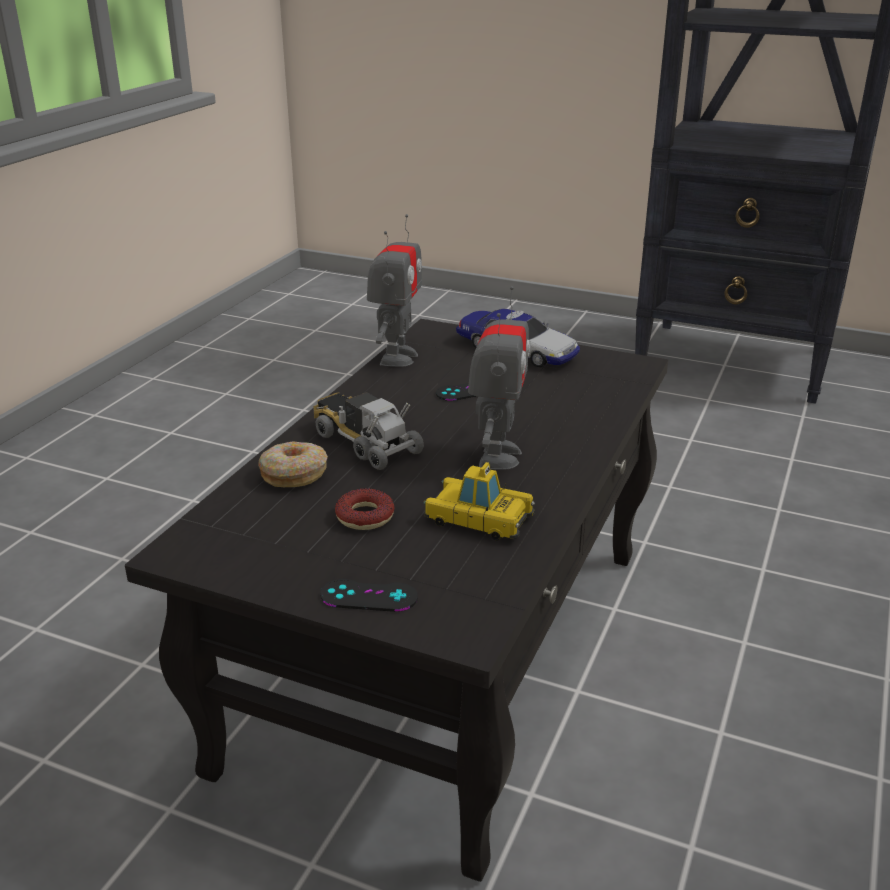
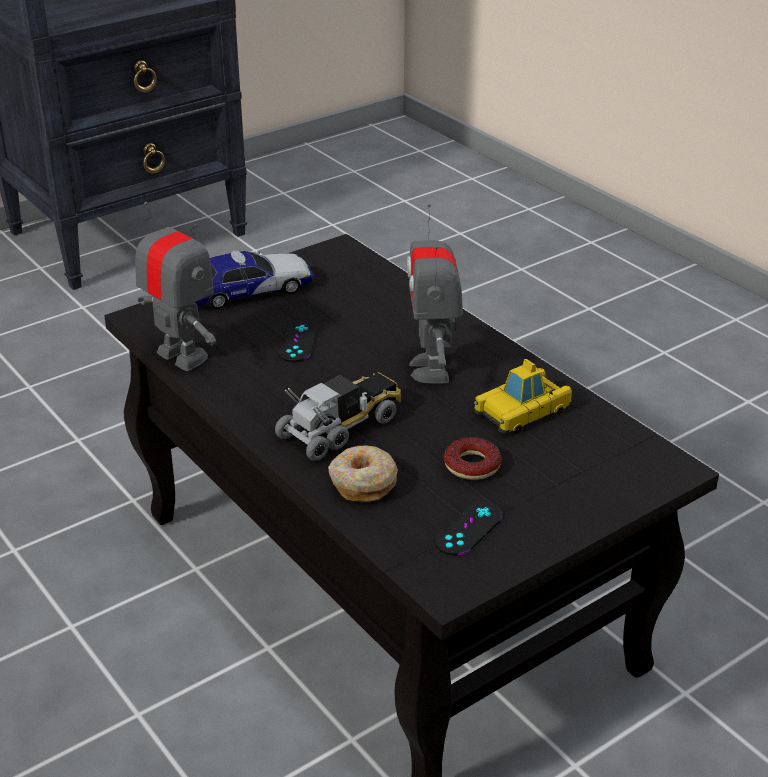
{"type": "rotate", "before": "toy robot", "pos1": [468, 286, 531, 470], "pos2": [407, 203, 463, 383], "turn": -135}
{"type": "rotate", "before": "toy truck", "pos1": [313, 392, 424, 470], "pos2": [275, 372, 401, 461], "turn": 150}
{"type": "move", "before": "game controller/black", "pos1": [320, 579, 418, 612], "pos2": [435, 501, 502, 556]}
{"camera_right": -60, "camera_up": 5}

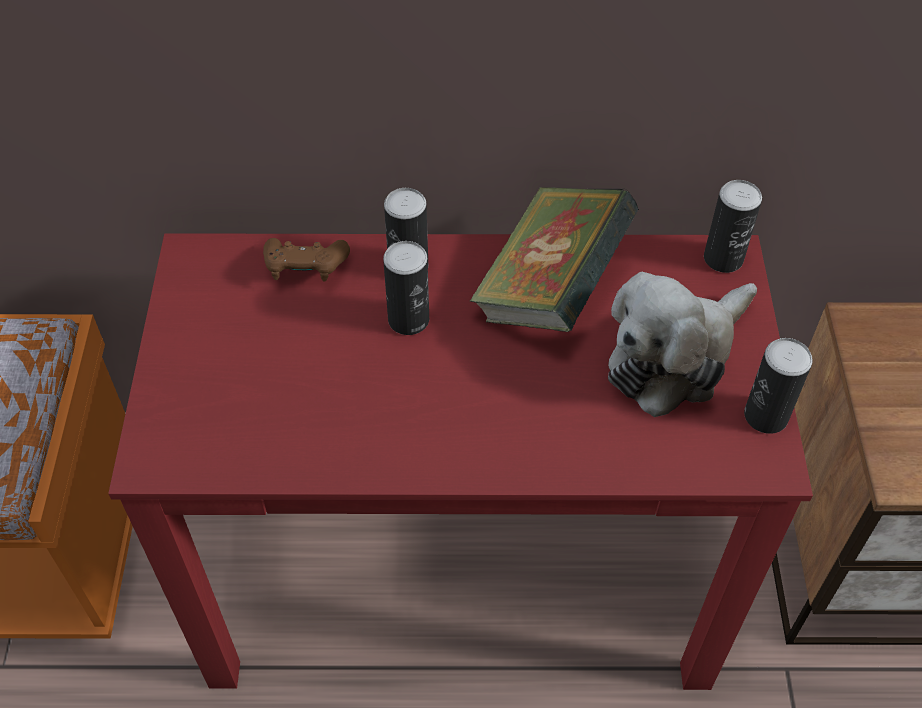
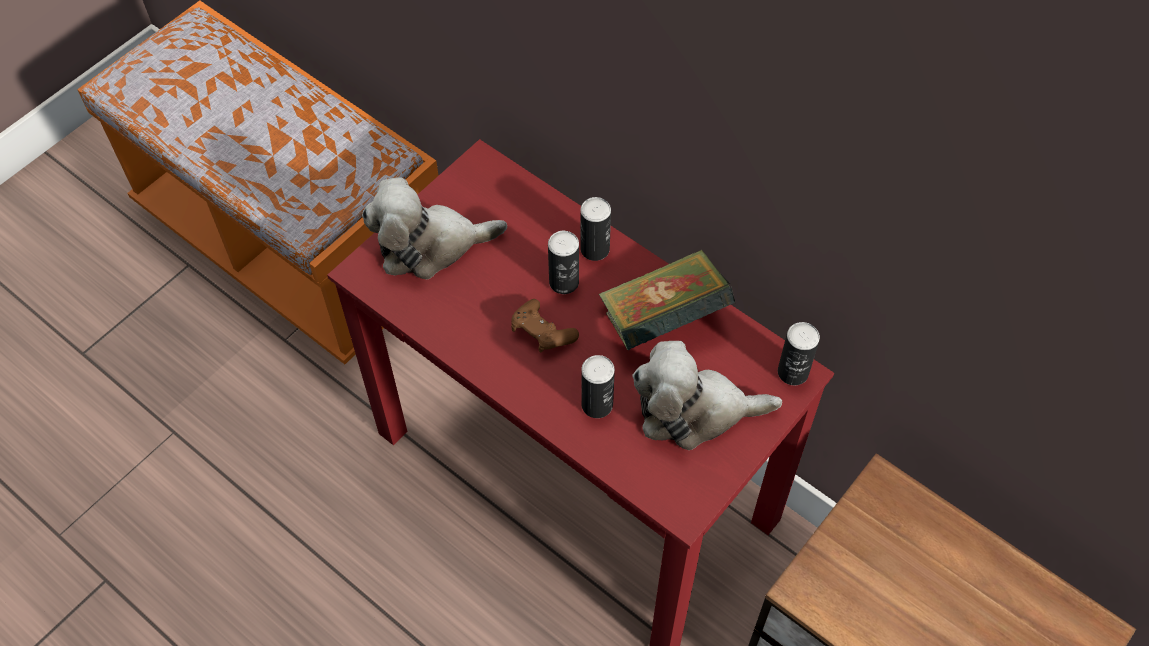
{"type": "move", "before": "game controller/brown", "pos1": [263, 238, 350, 282], "pos2": [511, 299, 579, 353]}
{"type": "move", "before": "can", "pos1": [744, 338, 813, 434], "pos2": [581, 355, 615, 418]}
{"type": "insert", "after": "plush toy", "pos2": [362, 177, 507, 279]}
{"camera_right": 40, "camera_up": 5}

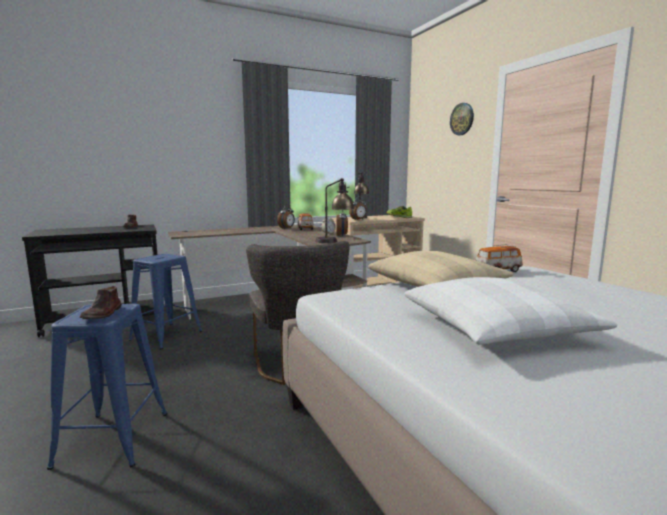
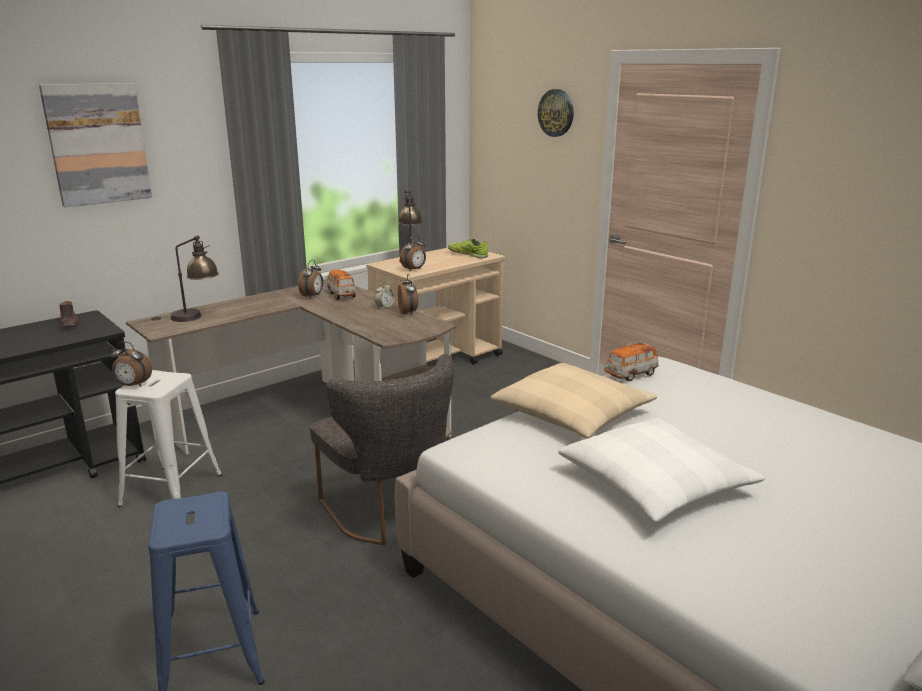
{"type": "move", "before": "table lamp", "pos1": [315, 178, 355, 243], "pos2": [171, 236, 219, 322]}
{"type": "recolor", "before": "stool/blue", "after": "stool/white", "pos1": [128, 254, 202, 350], "pos2": [115, 370, 222, 507]}
{"type": "delete", "before": "shoe/brown", "pos1": [79, 286, 122, 319]}
{"type": "insert", "after": "picture", "pos2": [39, 83, 152, 207]}
{"type": "insert", "after": "alarm clock", "pos2": [111, 341, 152, 387]}
{"camera_right": -15, "camera_up": 10}

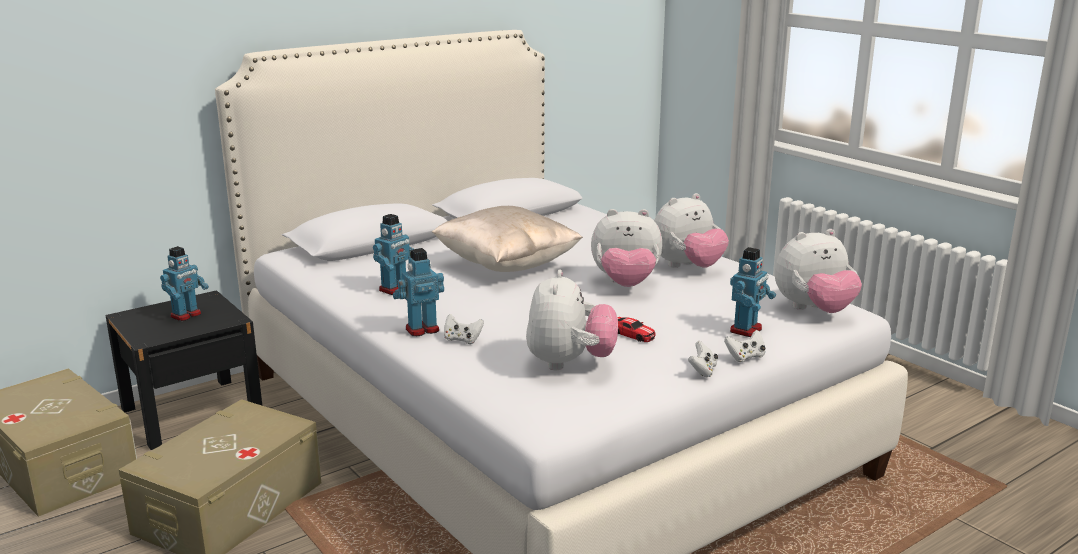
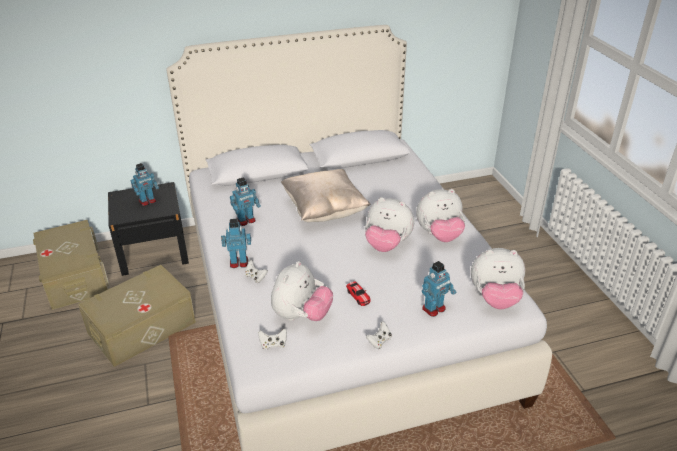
{"type": "move", "before": "game controller/white", "pos1": [724, 330, 766, 362], "pos2": [258, 329, 287, 350]}
{"camera_right": 20, "camera_up": 15}

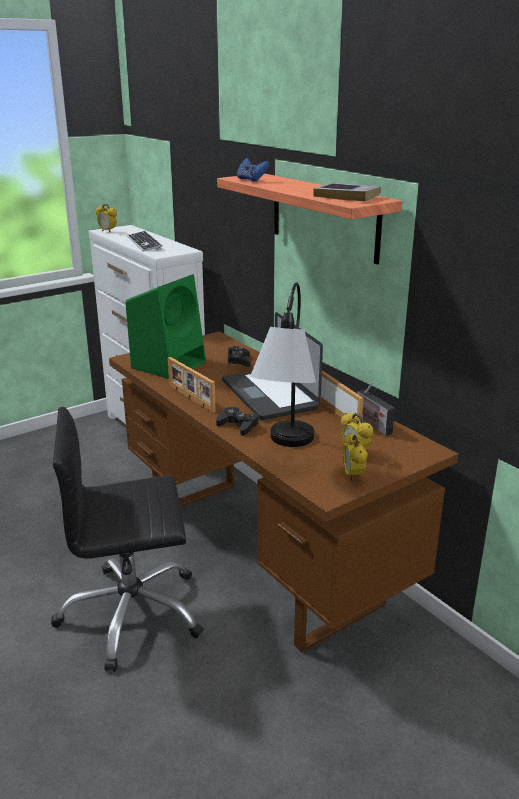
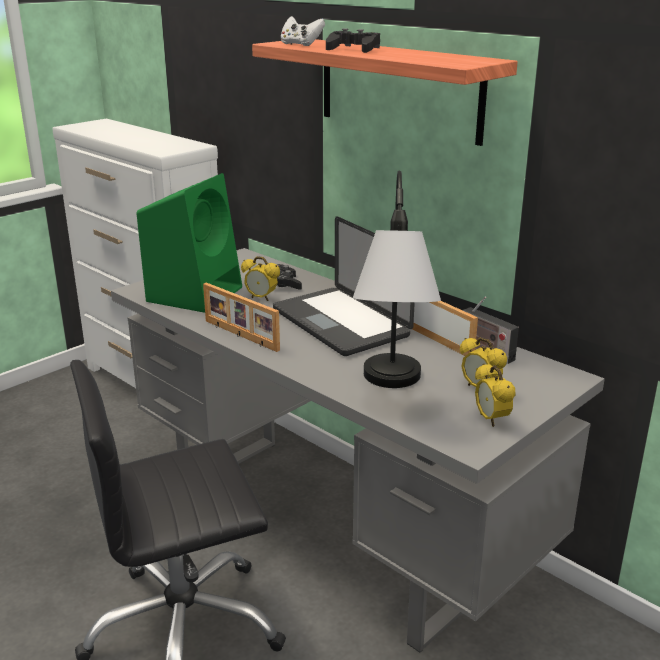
{"type": "recolor", "before": "game controller/blue", "after": "game controller/white", "pos1": [237, 158, 270, 182], "pos2": [281, 16, 325, 46]}
{"type": "delete", "before": "book", "pos1": [314, 182, 381, 201]}
{"type": "move", "before": "alarm clock", "pos1": [95, 204, 117, 233], "pos2": [241, 256, 280, 301]}
{"type": "delete", "before": "keyboard", "pos1": [128, 231, 163, 252]}
{"type": "recolor", "before": "desk/brown", "after": "desk/grey", "pos1": [109, 332, 458, 653], "pos2": [111, 248, 605, 653]}
{"type": "move", "before": "game controller/black", "pos1": [216, 407, 259, 436], "pos2": [326, 28, 380, 53]}
{"camera_right": -10, "camera_up": 0}

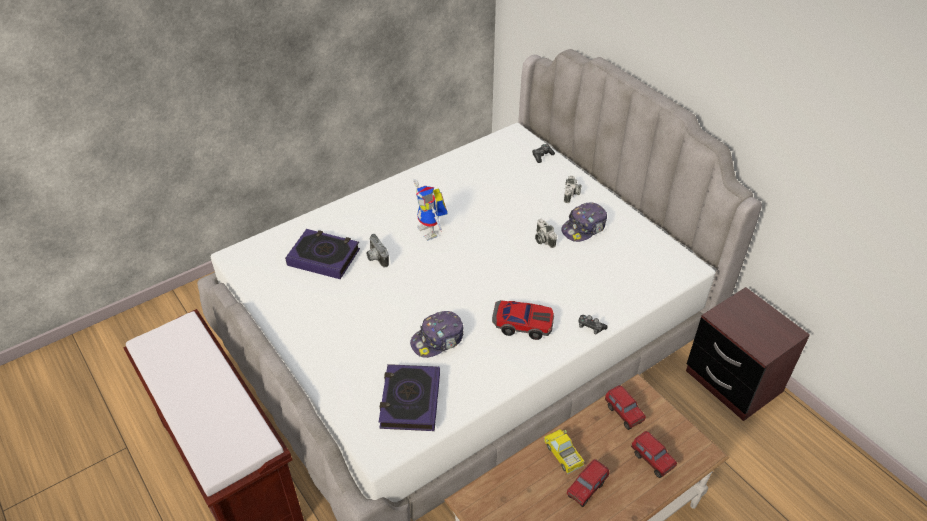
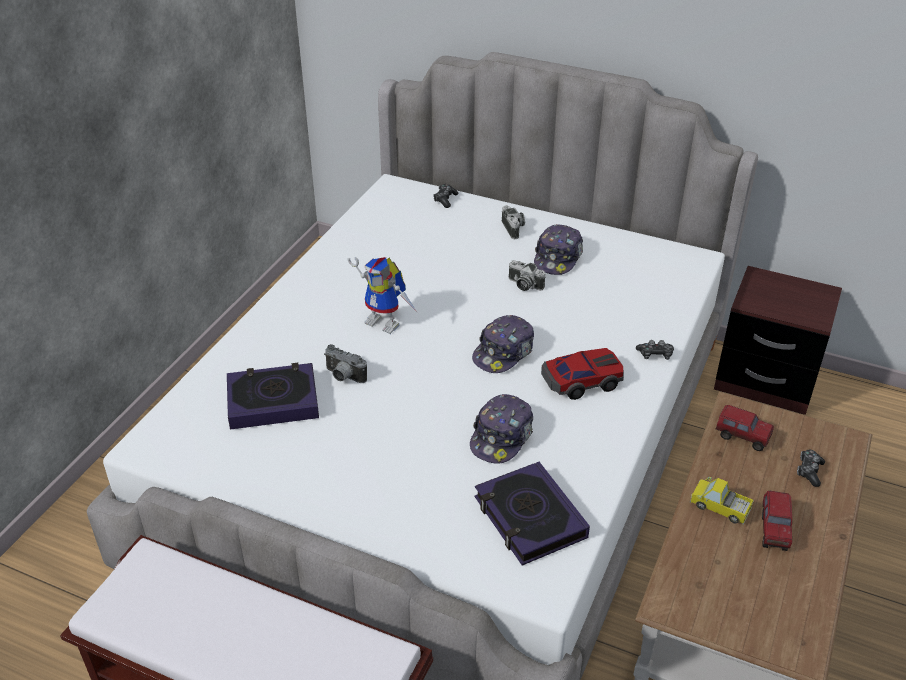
{"type": "replace", "before": "toy truck", "after": "game controller", "pos1": [631, 431, 677, 478], "pos2": [797, 450, 825, 487]}
{"type": "insert", "after": "cap", "pos2": [472, 315, 534, 373]}
{"camera_right": -30, "camera_up": -5}

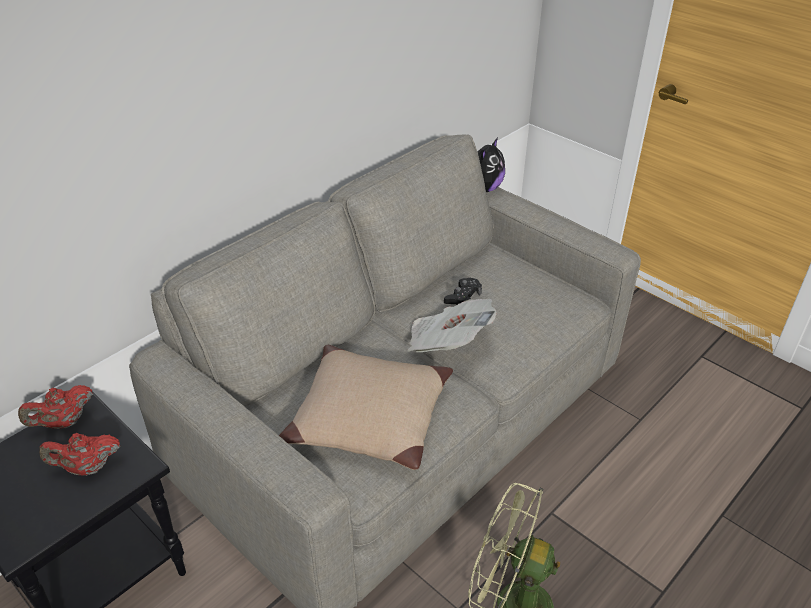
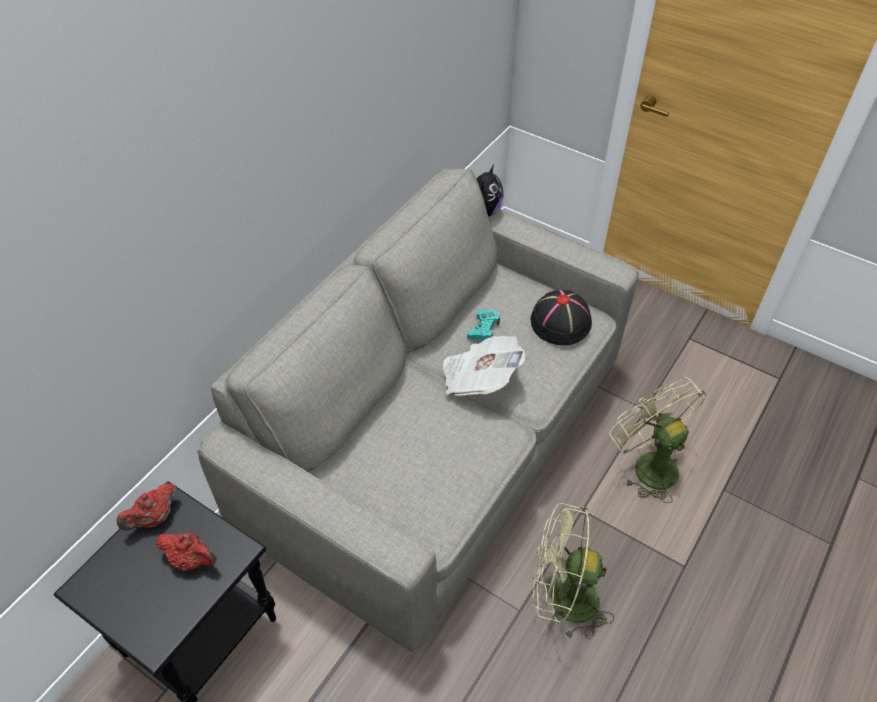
{"type": "recolor", "before": "game controller/black", "after": "game controller/turquoise", "pos1": [444, 278, 482, 305], "pos2": [467, 309, 500, 341]}
{"type": "delete", "before": "pillow/beige", "pos1": [279, 345, 453, 470]}
{"type": "rotate", "before": "teapot/red", "pos1": [39, 433, 120, 476], "pos2": [155, 533, 217, 571], "turn": -135}
{"type": "insert", "after": "hat/black", "pos2": [531, 290, 592, 346]}
{"type": "insert", "after": "fan/green", "pos2": [609, 377, 706, 503]}
{"camera_right": -10, "camera_up": 10}

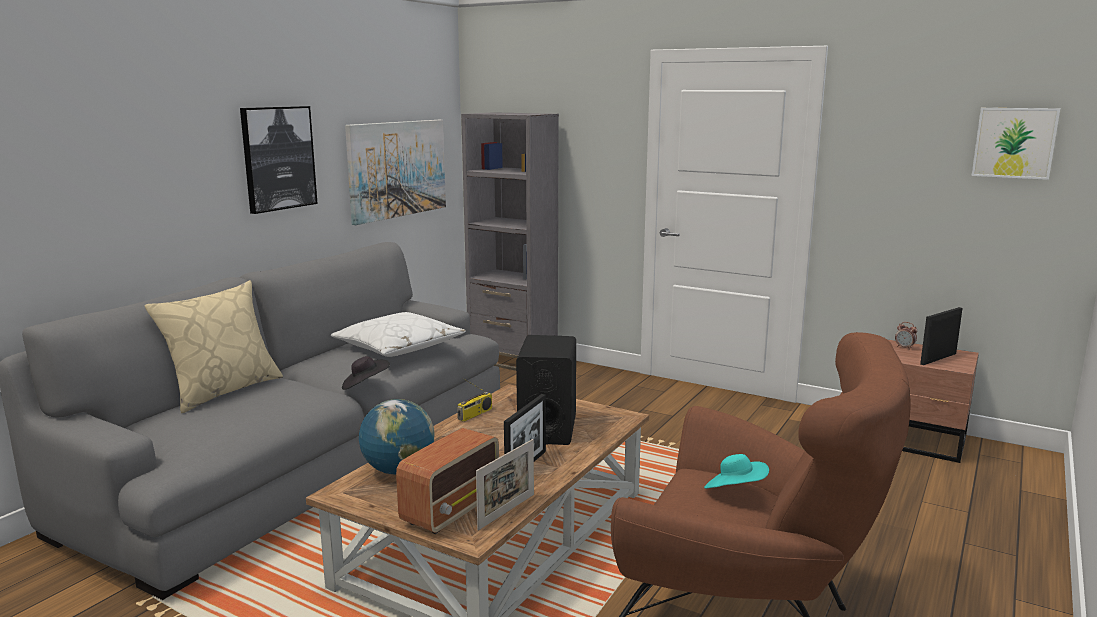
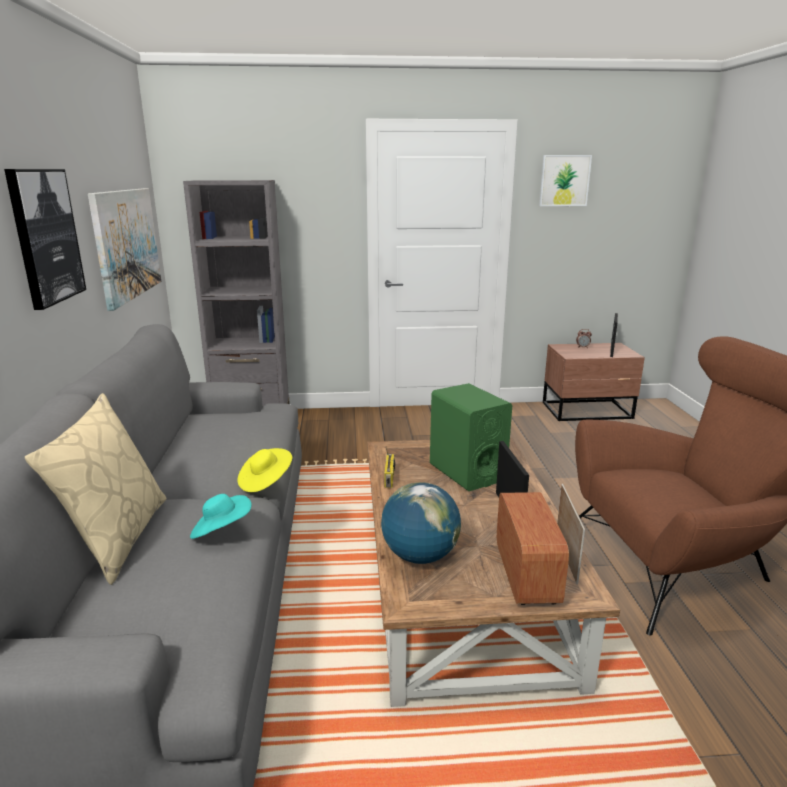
{"type": "move", "before": "picture", "pos1": [972, 108, 1060, 180], "pos2": [539, 155, 592, 206]}
{"type": "delete", "before": "pillow/white", "pos1": [331, 312, 466, 357]}
{"type": "recolor", "before": "speaker/black", "after": "speaker/green", "pos1": [516, 335, 576, 445], "pos2": [430, 383, 512, 491]}
{"type": "recolor", "before": "hat/black", "after": "hat/yellow", "pos1": [342, 356, 390, 390], "pos2": [237, 448, 292, 492]}
{"type": "move", "before": "hat/turquoise", "pos1": [704, 454, 769, 489], "pos2": [190, 494, 252, 539]}
{"camera_right": -35, "camera_up": 5}

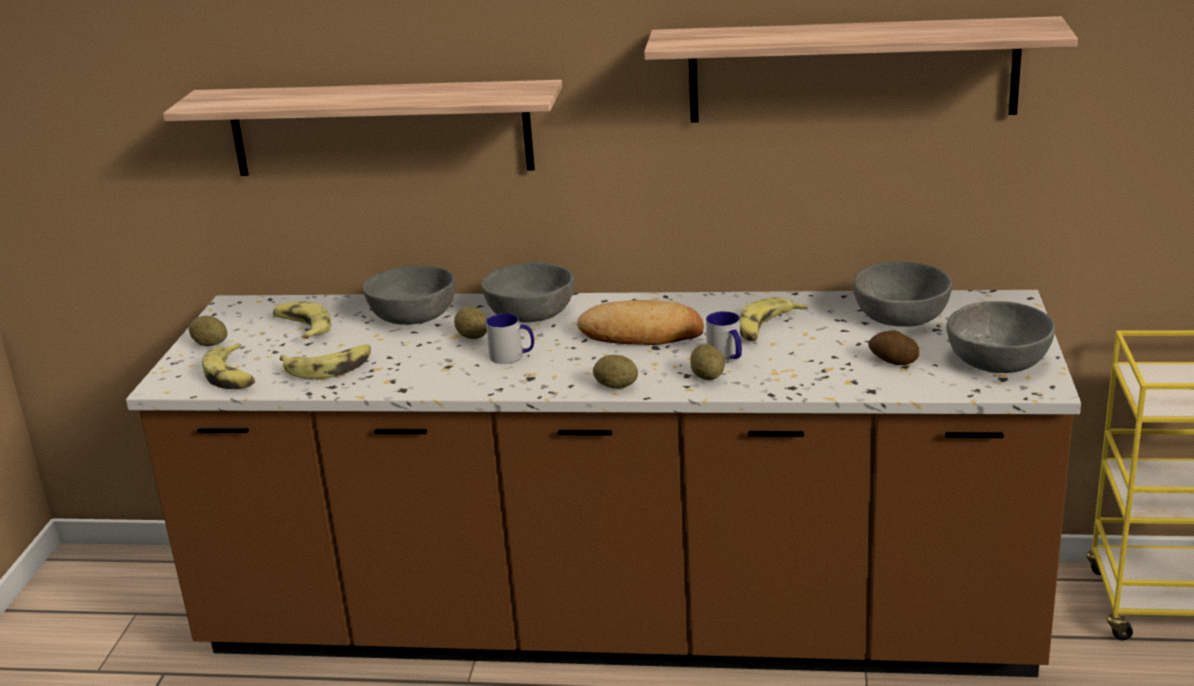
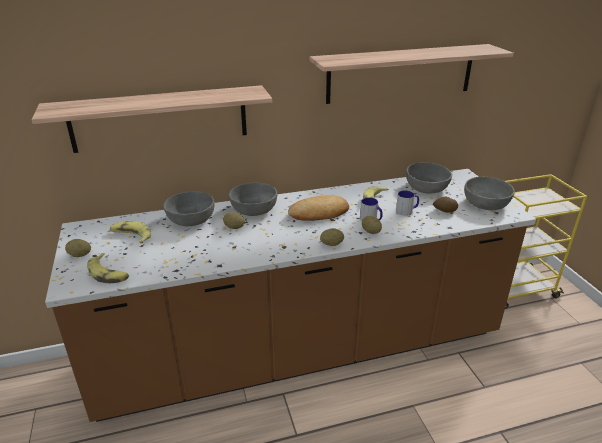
{"type": "move", "before": "mug", "pos1": [486, 313, 534, 364], "pos2": [396, 190, 419, 216]}
{"type": "delete", "before": "banana", "pos1": [280, 345, 371, 379]}
{"camera_right": -25, "camera_up": 5}

